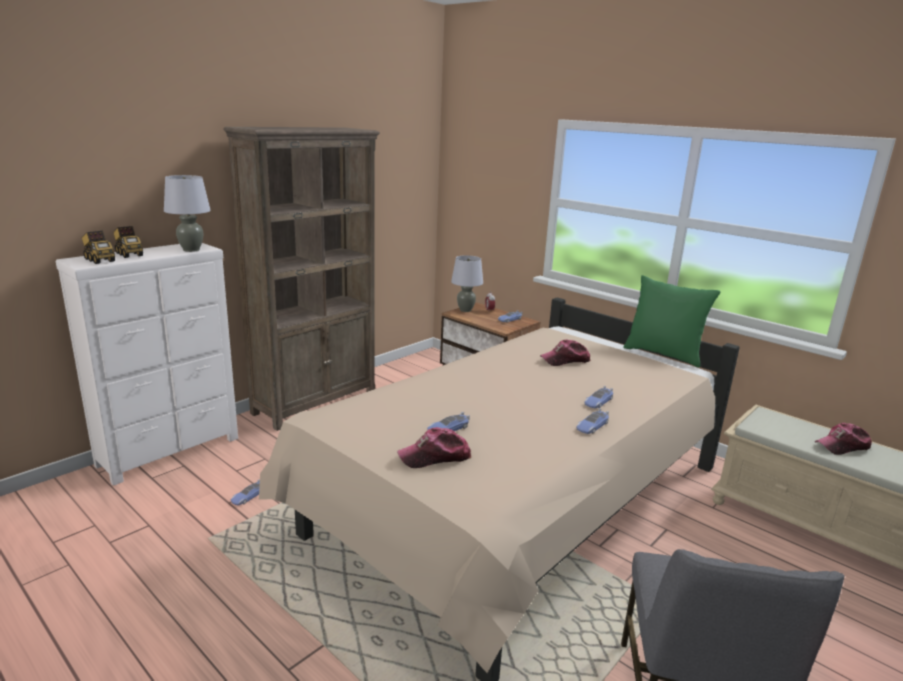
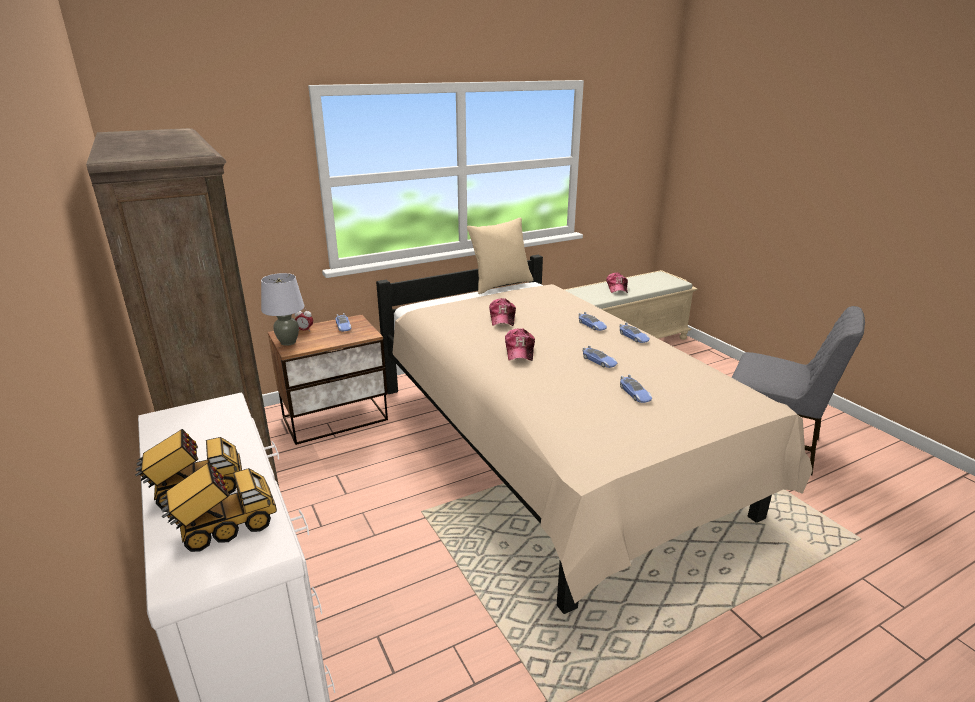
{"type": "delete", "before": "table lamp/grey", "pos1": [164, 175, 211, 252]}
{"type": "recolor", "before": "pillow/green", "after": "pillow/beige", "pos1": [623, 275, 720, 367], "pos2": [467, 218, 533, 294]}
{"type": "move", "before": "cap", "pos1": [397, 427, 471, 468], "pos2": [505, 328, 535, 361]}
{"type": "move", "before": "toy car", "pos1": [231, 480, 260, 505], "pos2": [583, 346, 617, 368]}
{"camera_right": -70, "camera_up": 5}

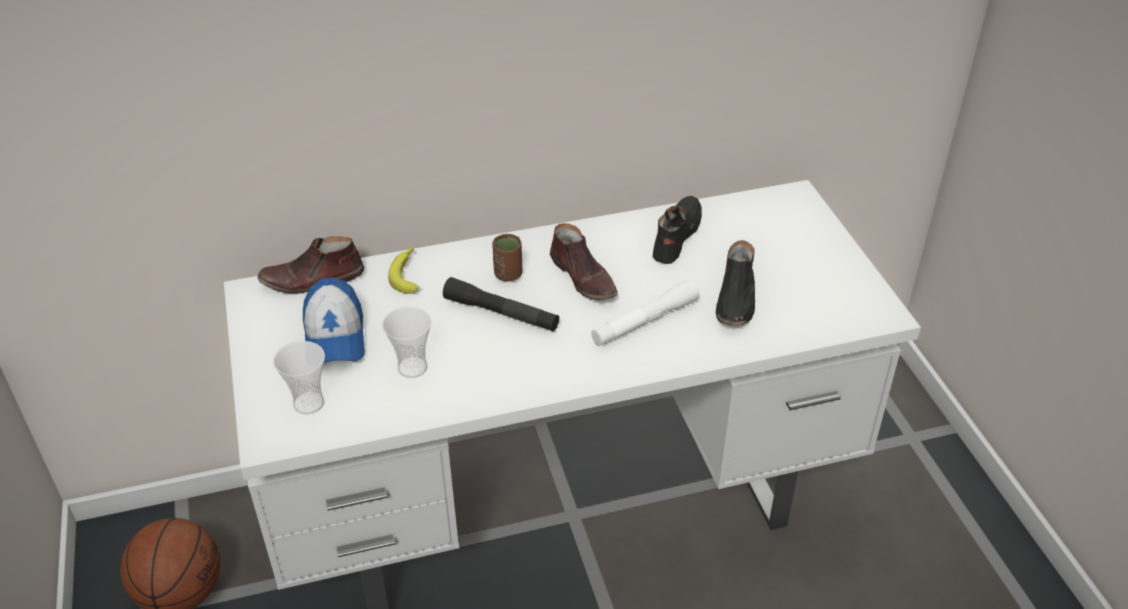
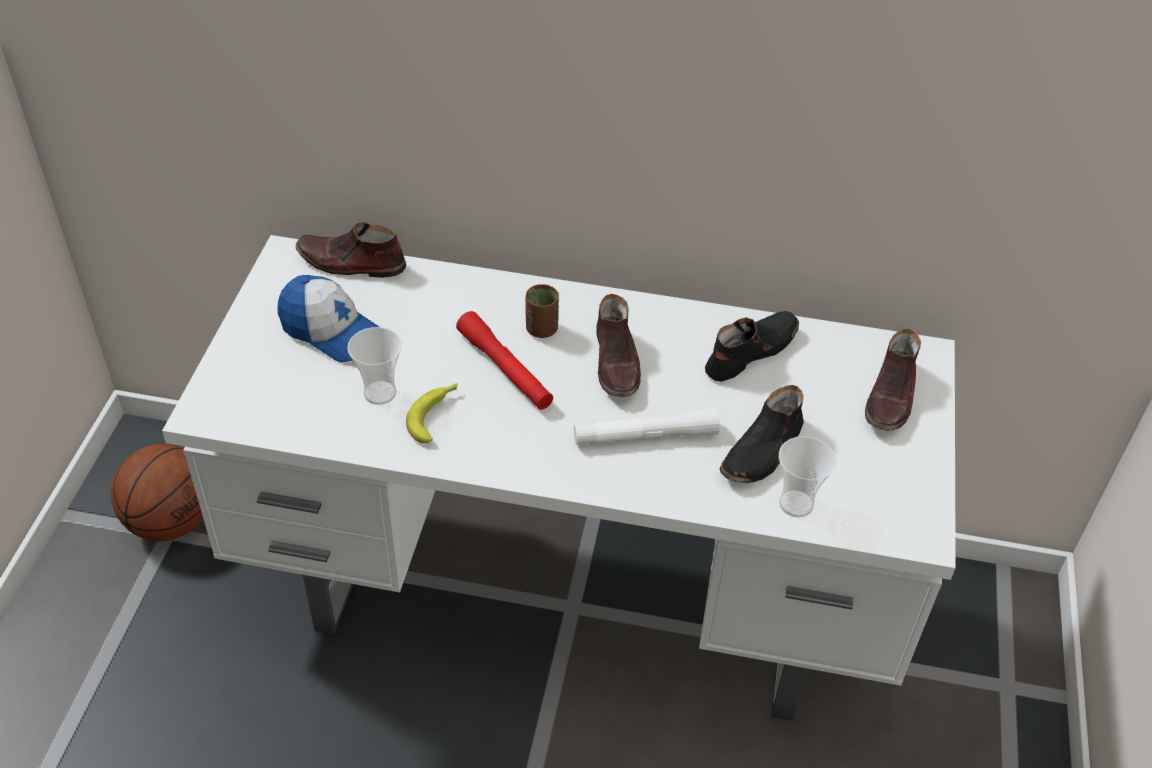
{"type": "move", "before": "banana", "pos1": [388, 246, 420, 294], "pos2": [406, 383, 458, 444]}
{"type": "rotate", "before": "cap", "pos1": [303, 277, 365, 363], "pos2": [278, 275, 379, 363], "turn": -75}
{"type": "recolor", "before": "flashlight/black", "after": "flashlight/red", "pos1": [443, 277, 559, 331], "pos2": [456, 311, 553, 410]}
{"type": "move", "before": "cup", "pos1": [273, 341, 325, 415], "pos2": [779, 436, 836, 517]}
{"type": "insert", "after": "shoe/brown", "pos2": [865, 329, 921, 431]}
{"camera_right": 25, "camera_up": 5}

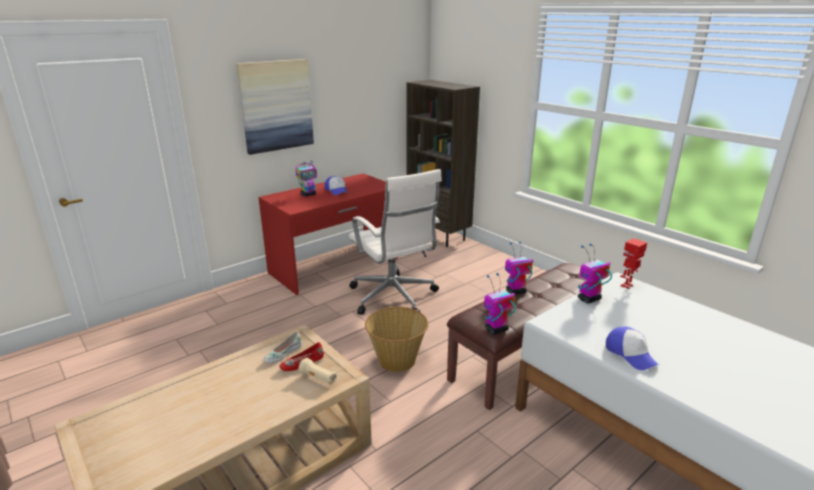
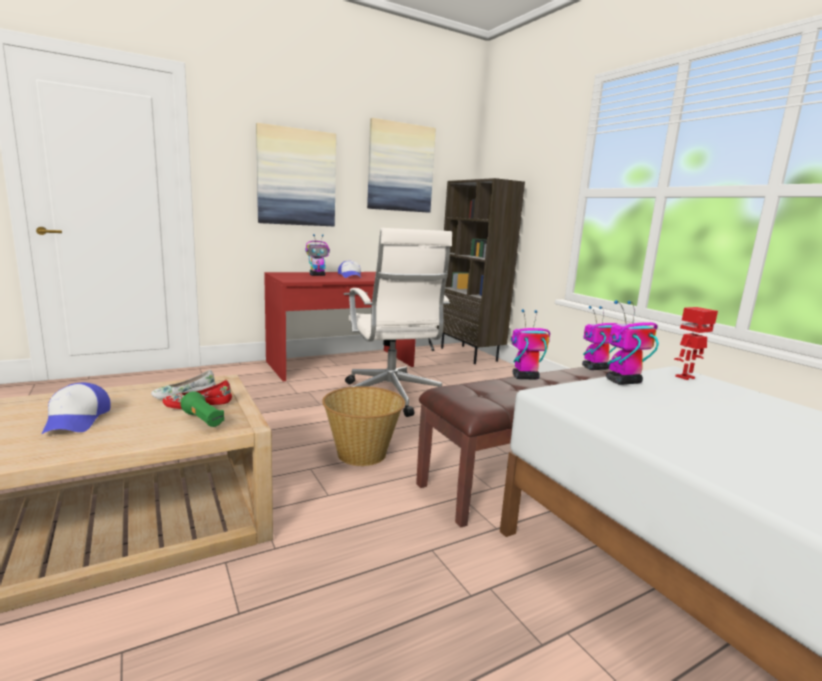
{"type": "move", "before": "toy robot", "pos1": [484, 273, 516, 335], "pos2": [582, 306, 618, 370]}
{"type": "move", "before": "cap", "pos1": [606, 326, 659, 370], "pos2": [42, 383, 111, 434]}
{"type": "recolor", "before": "flashlight/beige", "after": "flashlight/green", "pos1": [298, 358, 337, 385], "pos2": [180, 391, 224, 427]}
{"type": "insert", "after": "picture", "pos2": [367, 118, 436, 213]}
{"camera_right": 10, "camera_up": -10}

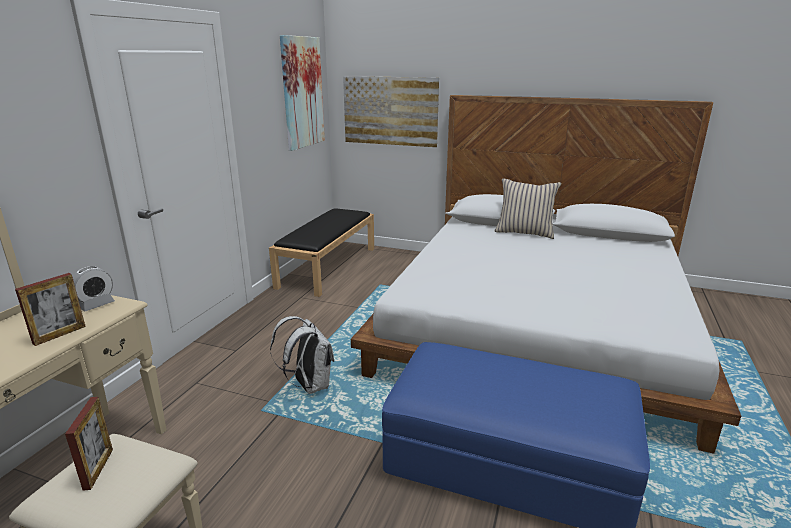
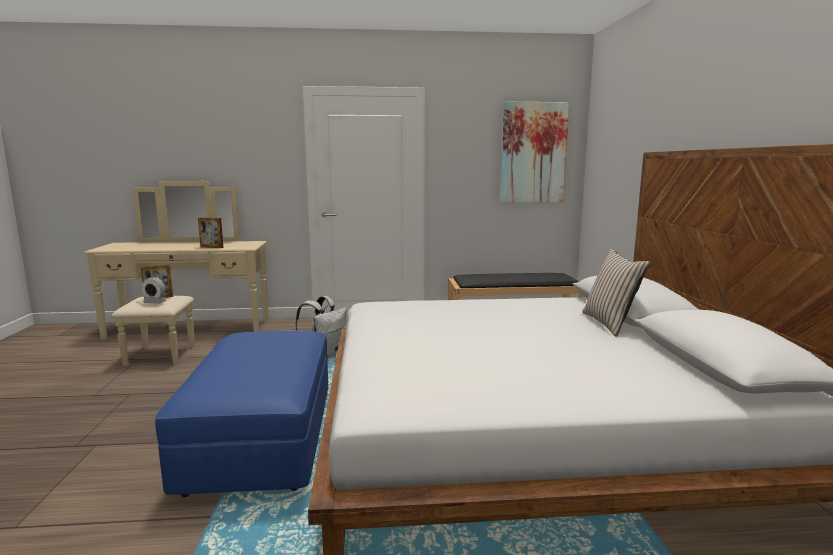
{"type": "delete", "before": "picture", "pos1": [343, 76, 439, 147]}
{"type": "move", "before": "alarm clock", "pos1": [72, 266, 115, 311], "pos2": [141, 277, 166, 304]}
{"camera_right": 65, "camera_up": -10}

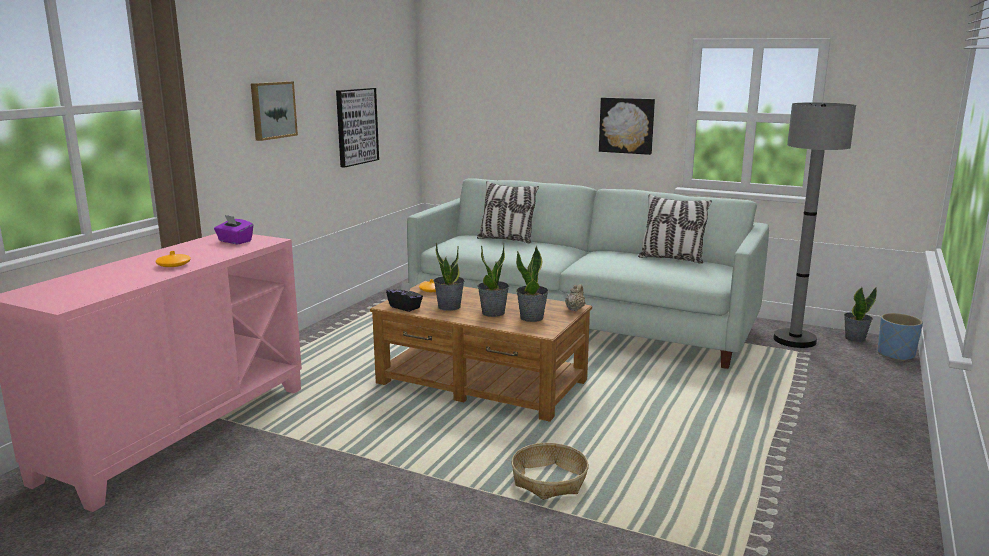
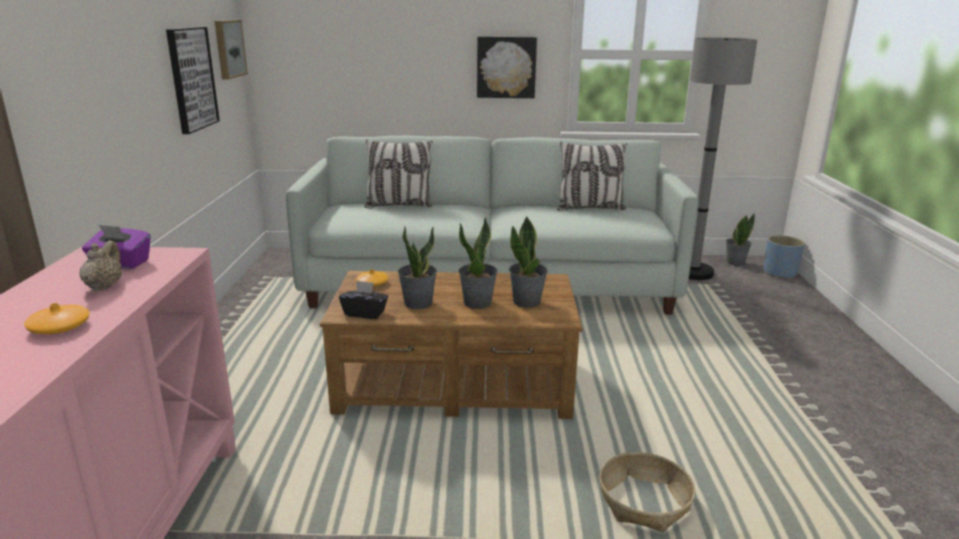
{"type": "move", "before": "picture", "pos1": [251, 81, 298, 141], "pos2": [215, 20, 248, 80]}
{"type": "move", "before": "teapot/beige", "pos1": [565, 284, 585, 311], "pos2": [79, 240, 122, 291]}
{"camera_right": -25, "camera_up": 5}

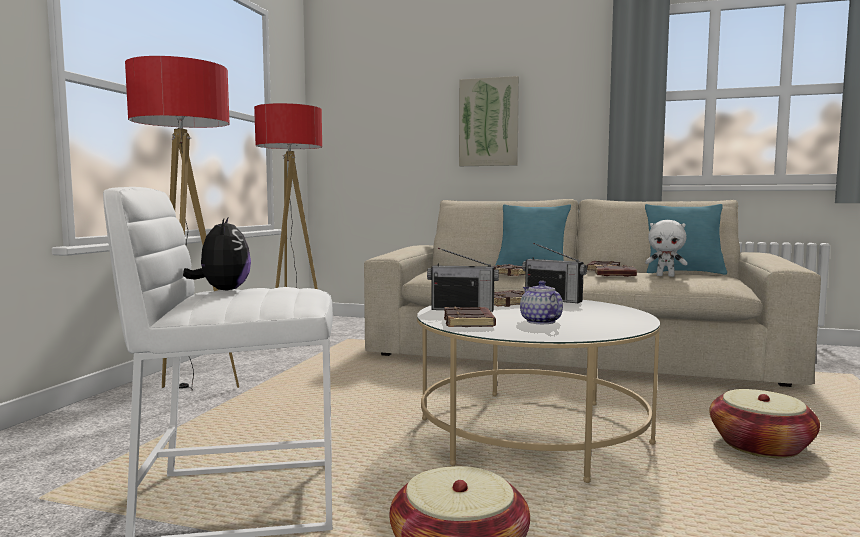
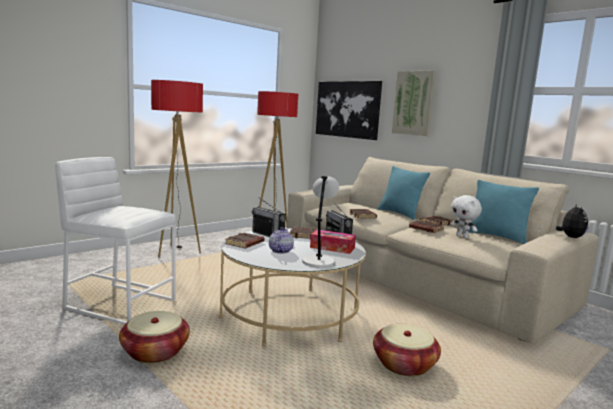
{"type": "move", "before": "plush toy", "pos1": [183, 218, 251, 291], "pos2": [556, 204, 588, 238]}
{"type": "insert", "after": "picture", "pos2": [316, 81, 382, 140]}
{"type": "insert", "after": "table lamp/grey", "pos2": [302, 176, 339, 268]}
{"type": "insert", "after": "tissue box", "pos2": [310, 229, 356, 254]}
{"camera_right": 30, "camera_up": 5}

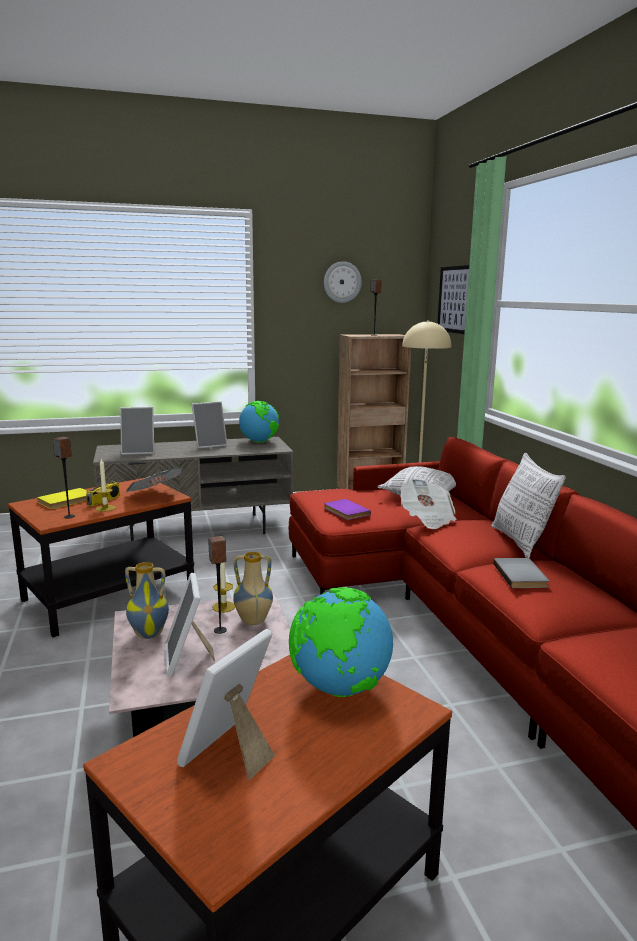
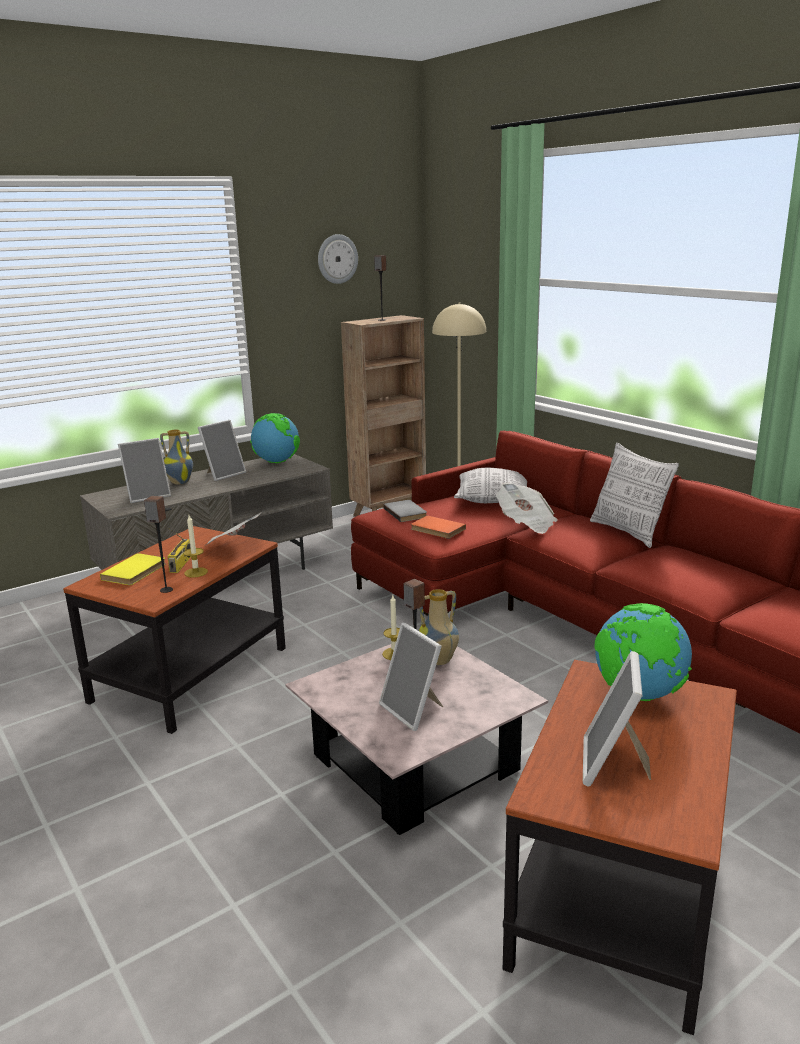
{"type": "delete", "before": "picture", "pos1": [437, 265, 469, 334]}
{"type": "recolor", "before": "book/purple", "after": "book/orange", "pos1": [324, 499, 371, 520], "pos2": [411, 515, 466, 539]}
{"type": "move", "before": "book/grey", "pos1": [493, 558, 549, 588], "pos2": [383, 500, 427, 522]}
{"type": "move", "before": "vase", "pos1": [125, 562, 169, 639], "pos2": [160, 430, 193, 485]}
{"camera_right": -20, "camera_up": 5}

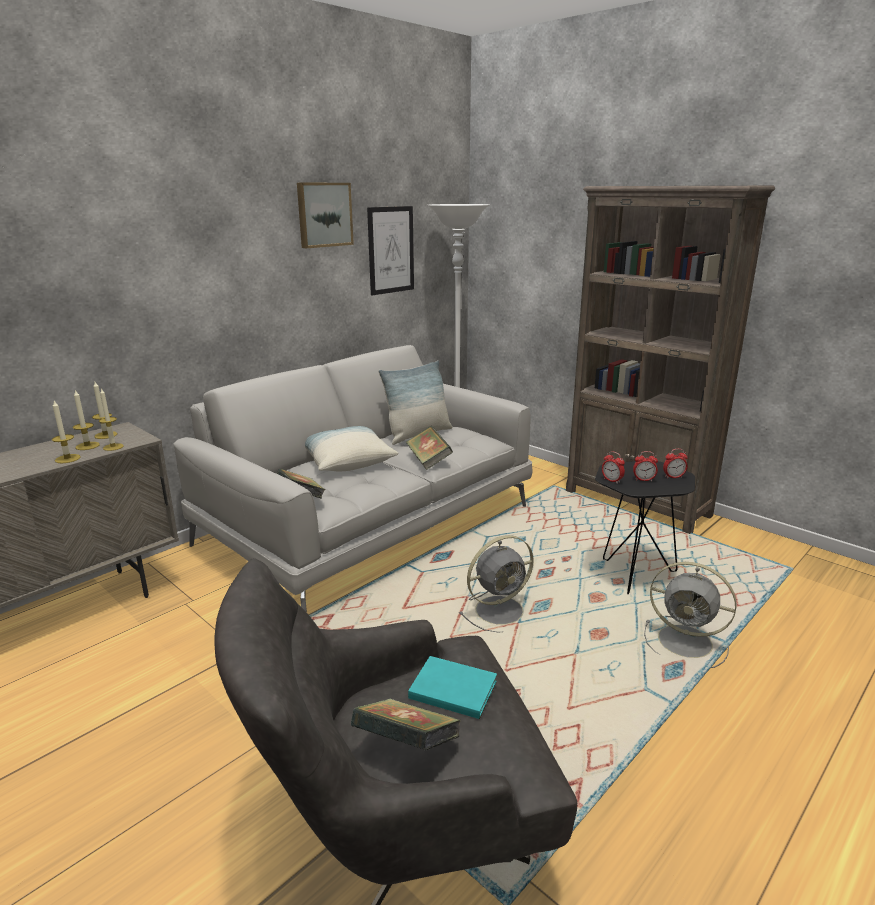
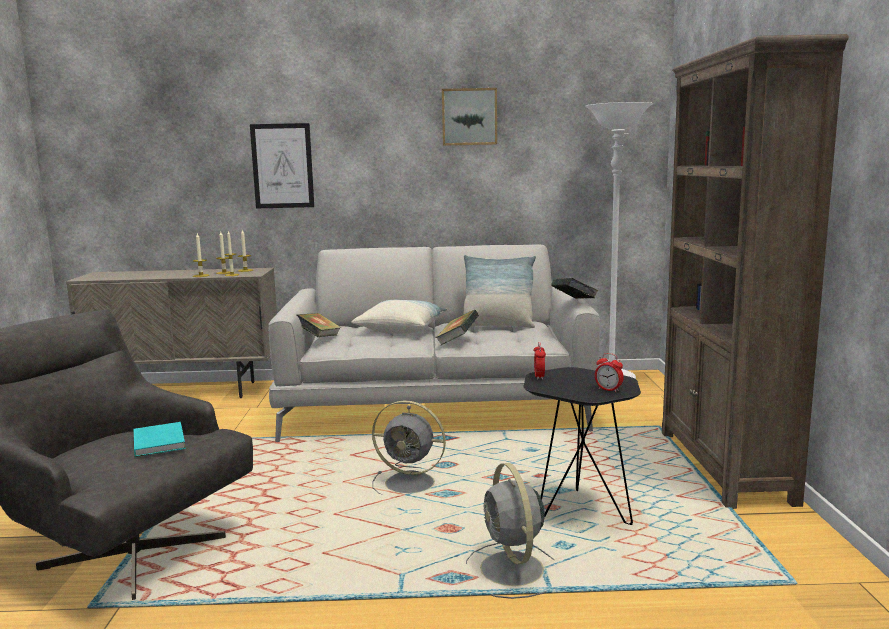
{"type": "move", "before": "picture", "pos1": [367, 206, 414, 295], "pos2": [250, 123, 314, 208]}
{"type": "delete", "before": "alarm clock", "pos1": [633, 451, 658, 481]}
{"type": "move", "before": "book", "pos1": [351, 698, 461, 750], "pos2": [551, 278, 598, 299]}
{"camera_right": 45, "camera_up": -10}

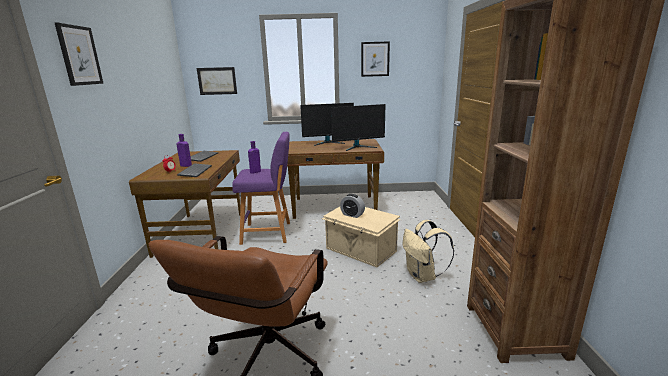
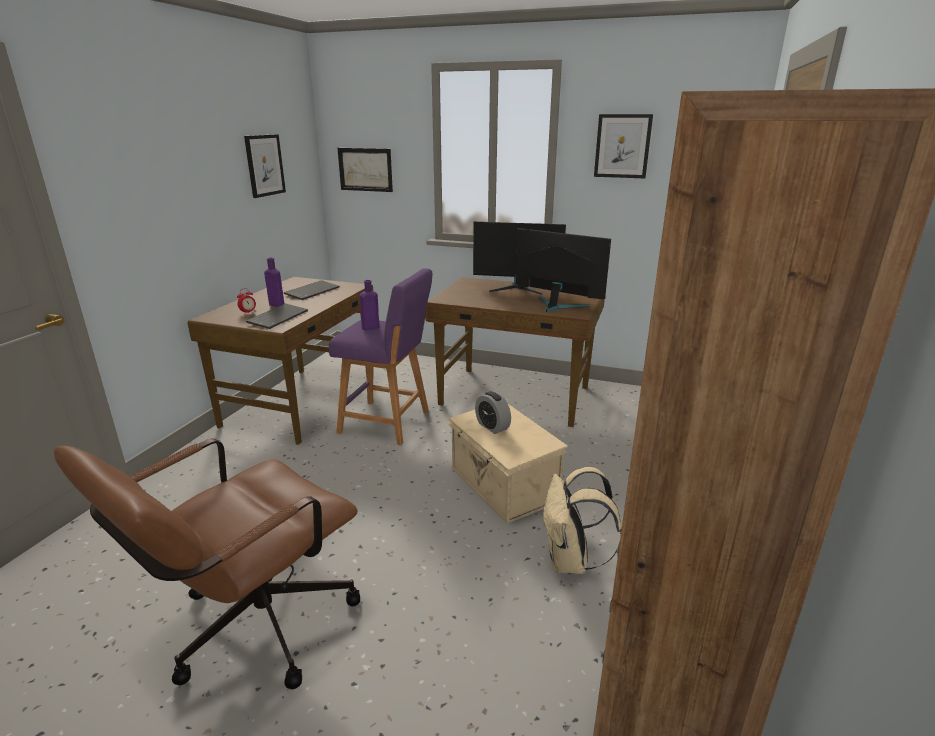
{"type": "move", "before": "picture", "pos1": [55, 23, 104, 86], "pos2": [244, 134, 286, 198]}
{"type": "rotate", "before": "monitor", "pos1": [331, 104, 385, 151], "pos2": [516, 228, 611, 312], "turn": -150}
{"camera_right": 20, "camera_up": 5}

